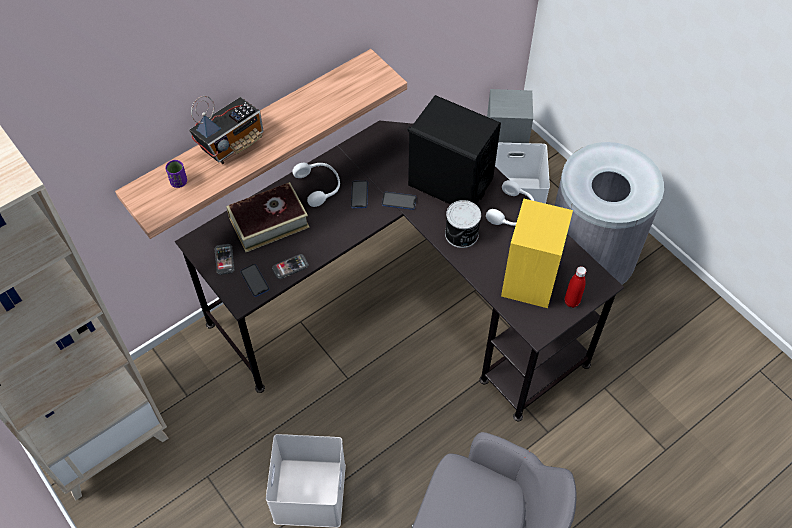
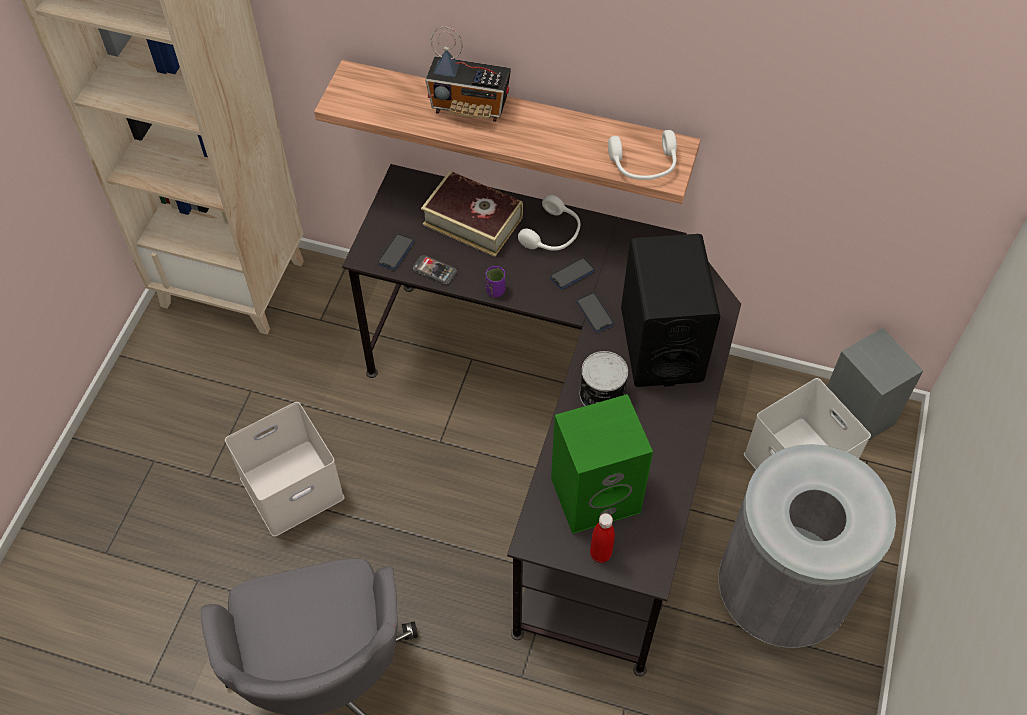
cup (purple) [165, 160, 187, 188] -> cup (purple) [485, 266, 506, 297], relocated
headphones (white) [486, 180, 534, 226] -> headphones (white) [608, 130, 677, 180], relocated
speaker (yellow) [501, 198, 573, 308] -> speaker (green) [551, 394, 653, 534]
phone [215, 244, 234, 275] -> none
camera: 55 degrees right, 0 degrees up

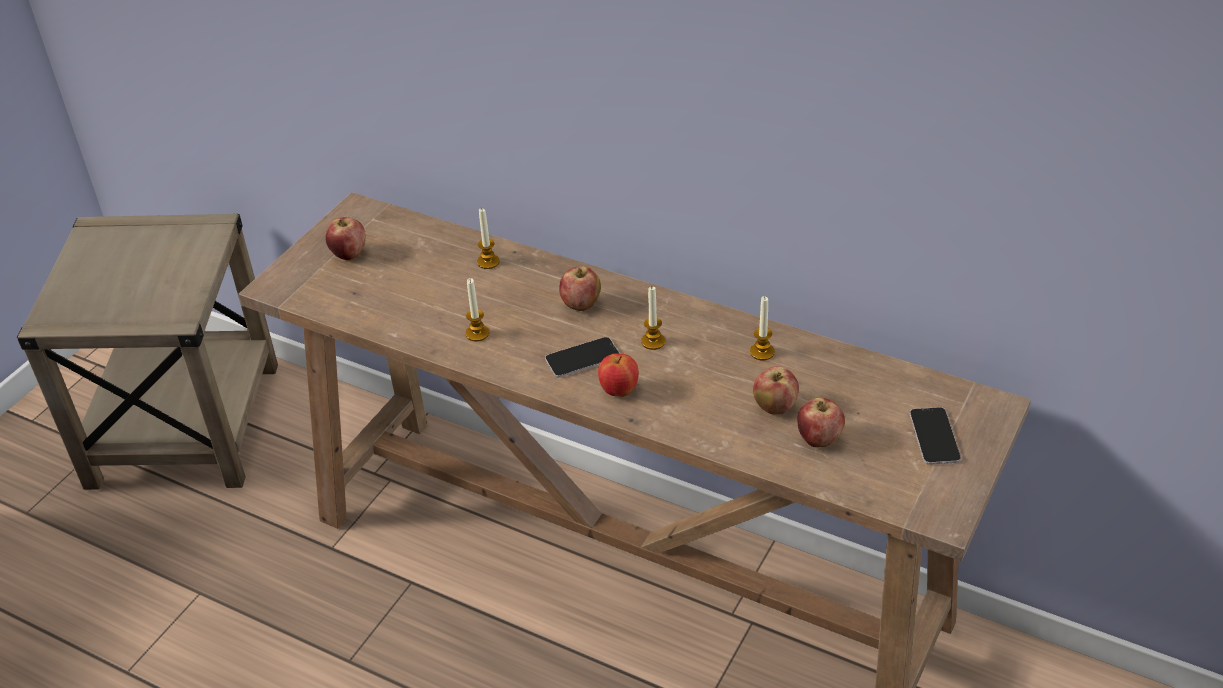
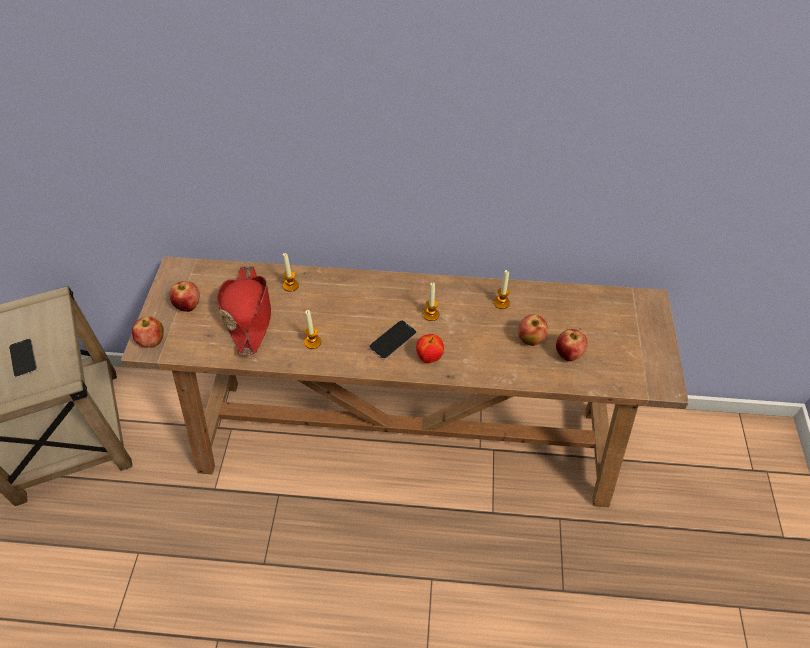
apple [559, 266, 601, 311] -> apple [132, 316, 164, 348], relocated
phone [910, 407, 961, 465] -> phone [9, 339, 37, 378], relocated
none -> hat (red) [217, 266, 271, 356]
camera: 25 degrees left, 10 degrees up

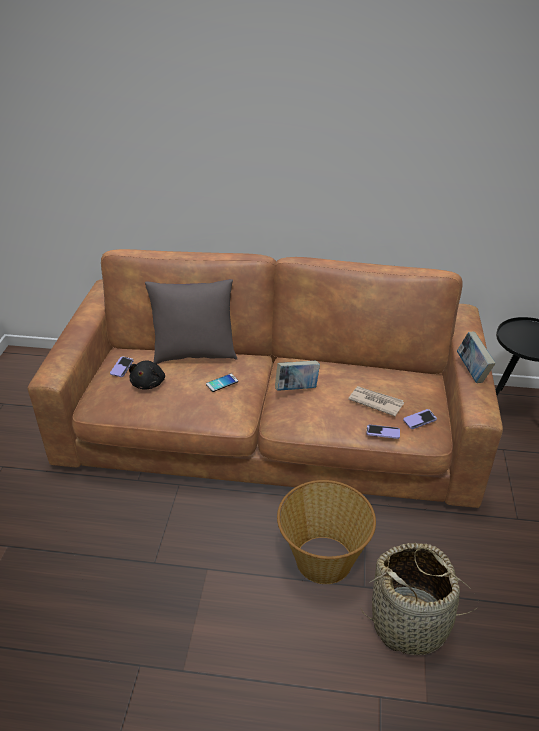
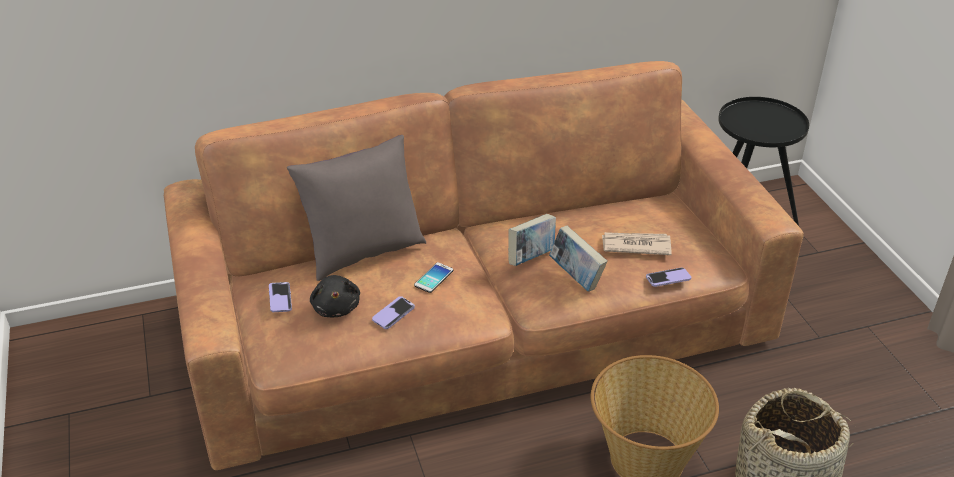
book [457, 332, 496, 383] -> book [549, 226, 607, 292], relocated
phone [403, 409, 437, 429] -> phone [372, 296, 415, 329], relocated
camera: 25 degrees left, 0 degrees up

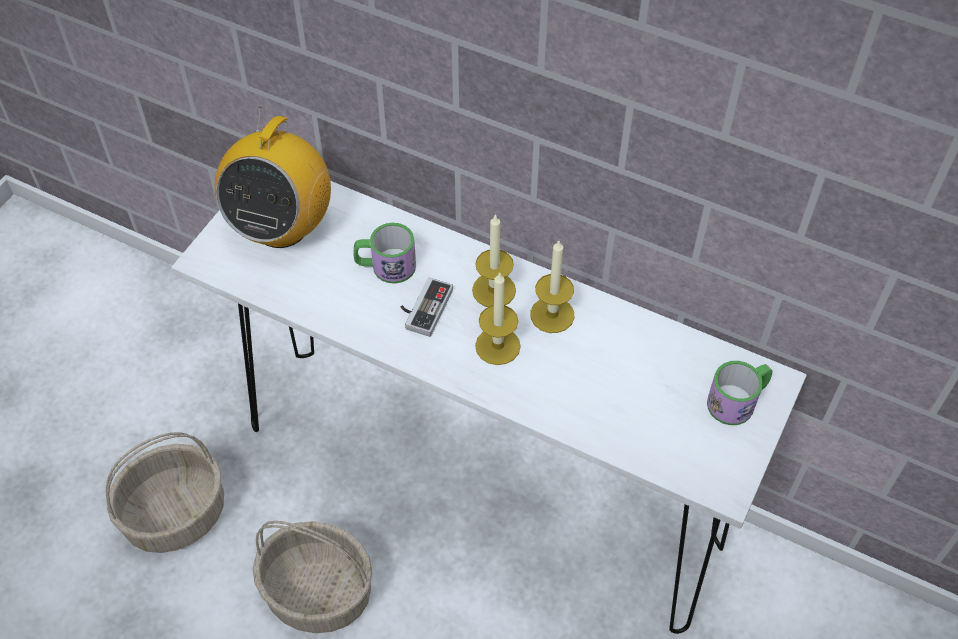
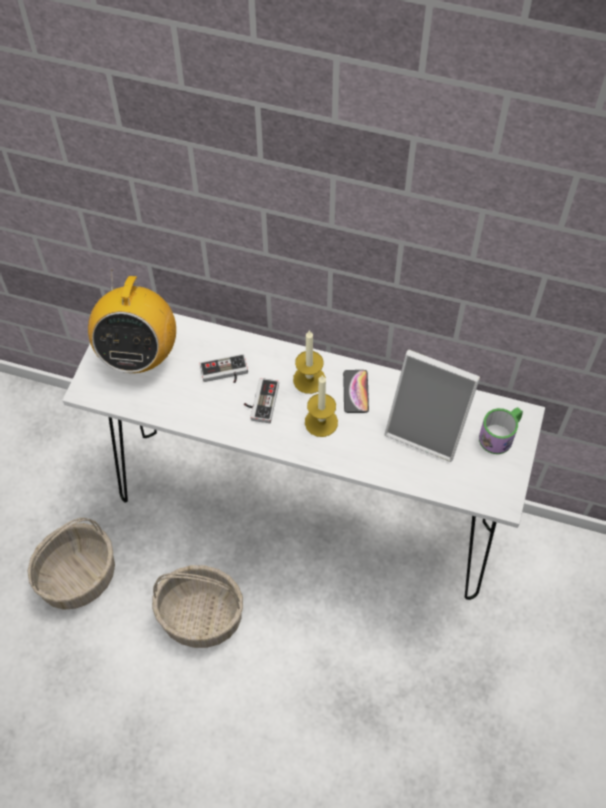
mug [354, 223, 416, 284] -> game controller [199, 354, 248, 383]
candle [530, 241, 574, 333] -> phone [343, 370, 369, 413]
none -> picture frame [384, 350, 480, 462]
camera: 10 degrees left, 5 degrees up

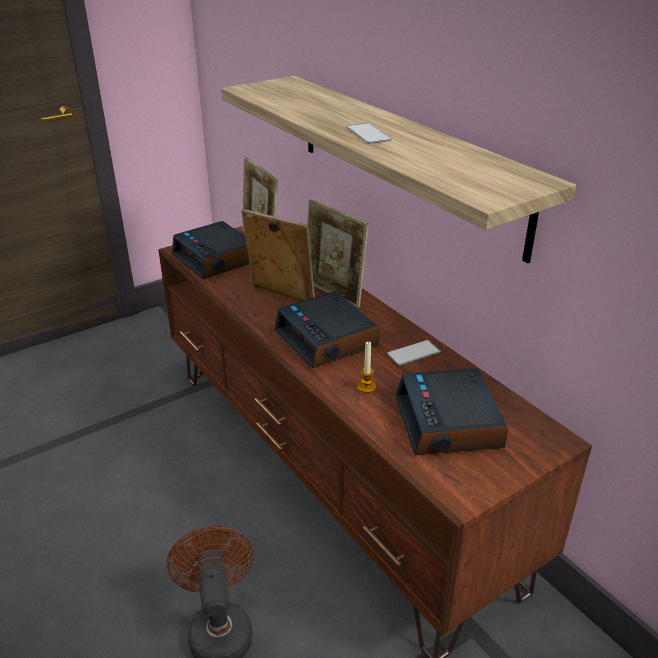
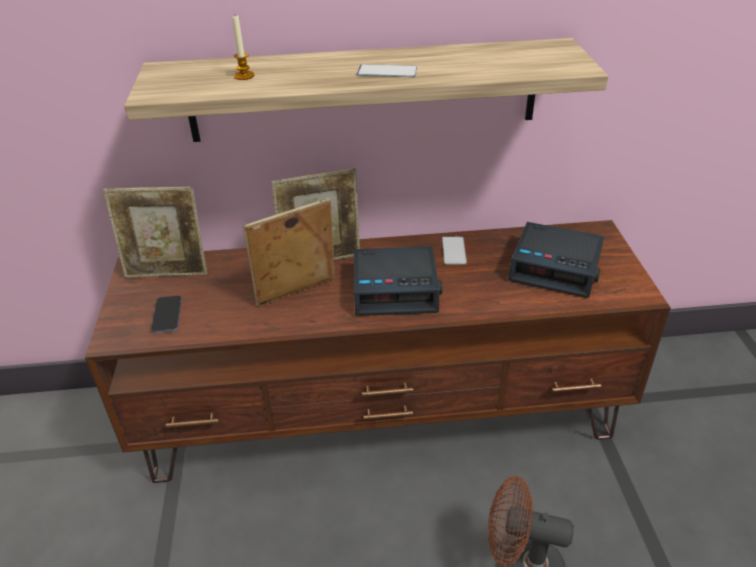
alarm clock [172, 221, 250, 279] -> phone [151, 295, 182, 333]
candle [357, 341, 376, 393] -> candle [233, 16, 254, 80], relocated
camera: 60 degrees left, 5 degrees up

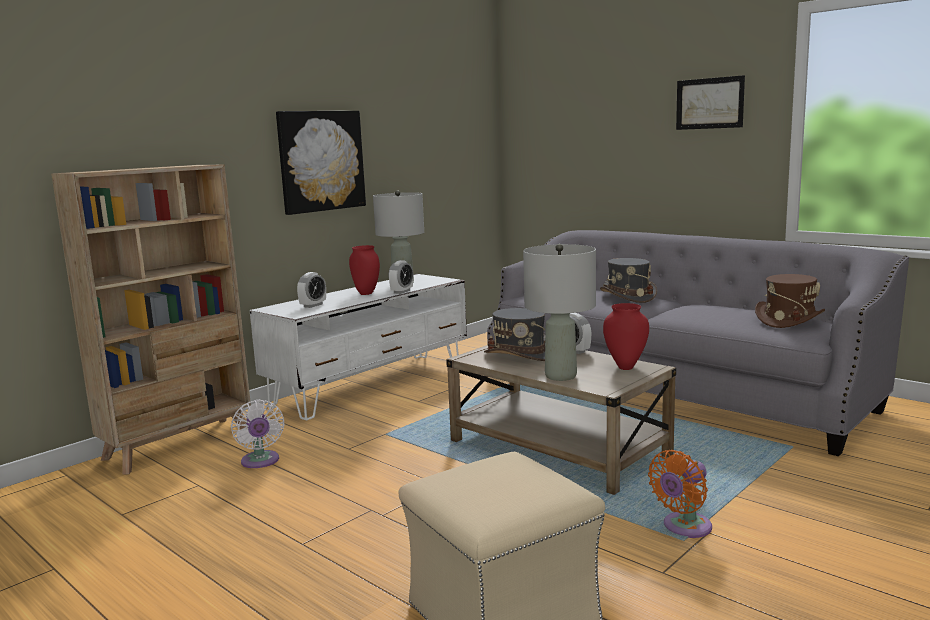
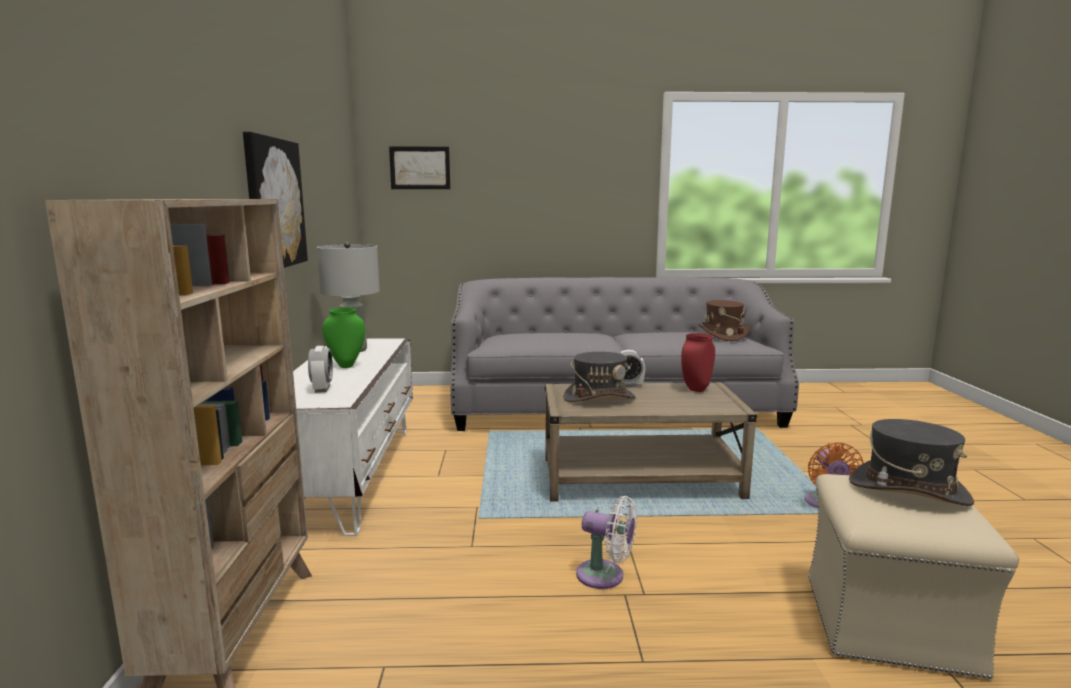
picture [676, 75, 745, 130] -> picture [389, 146, 450, 189], relocated
table lamp (grey) [523, 244, 596, 381] -> none
vase (red) [349, 245, 380, 295] -> vase (green) [322, 307, 365, 368]
hat (grey) [600, 258, 657, 303] -> hat (grey) [849, 419, 974, 506], relocated
alarm clock [389, 260, 413, 294] -> none
fan (white) [231, 400, 285, 468] -> fan (white) [576, 496, 637, 589], relocated
camera: 45 degrees left, 0 degrees up

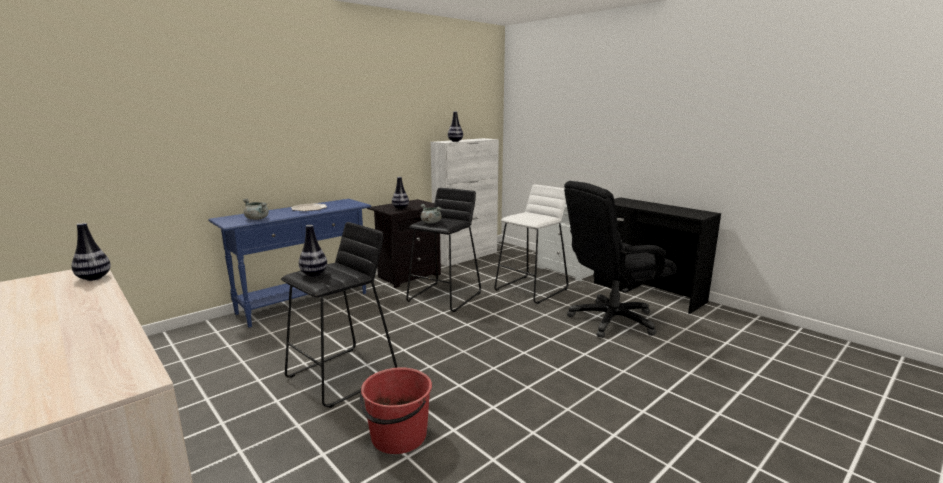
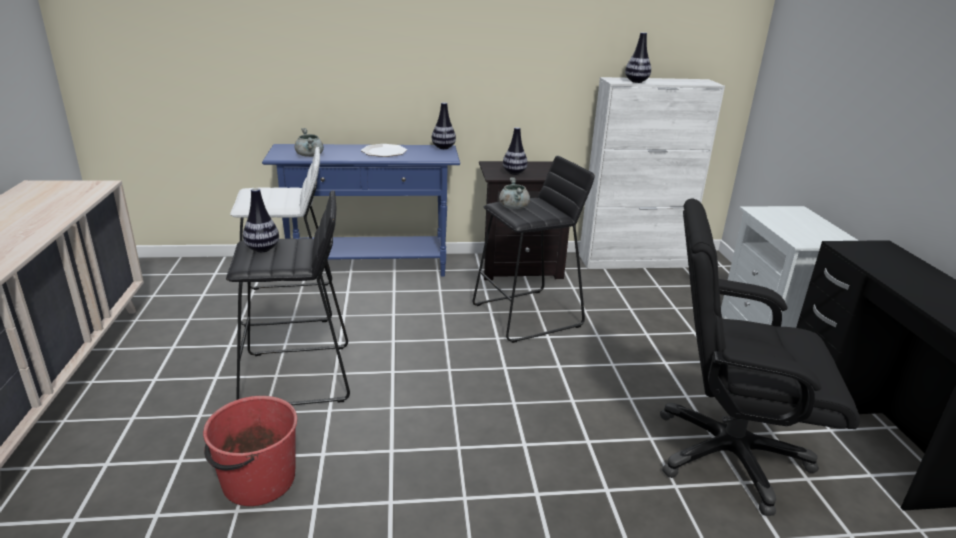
stool (white) [494, 184, 568, 304] -> stool (white) [230, 147, 332, 327], relocated
vase [71, 223, 111, 281] -> vase [432, 102, 456, 149], relocated
camera: 35 degrees right, 10 degrees up

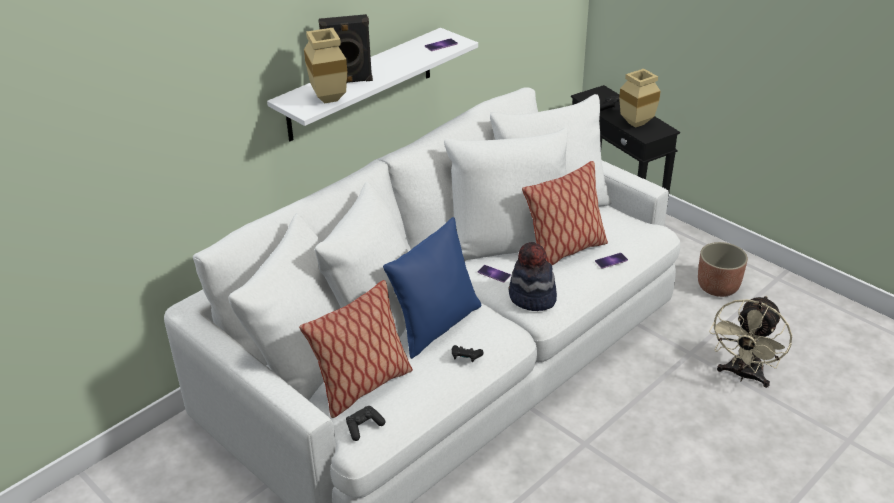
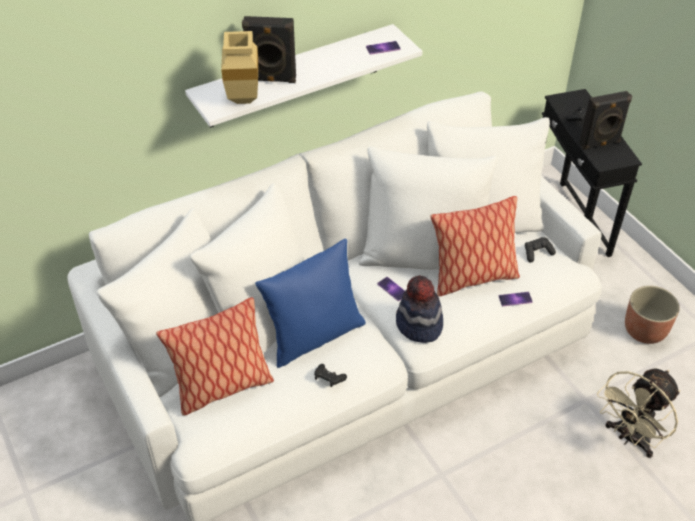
vase (beige) [619, 69, 661, 128] -> speaker (black) [579, 91, 632, 150]
game controller (black) [346, 406, 385, 441] -> game controller (black) [525, 237, 556, 263], relocated
camera: 15 degrees right, 10 degrees up

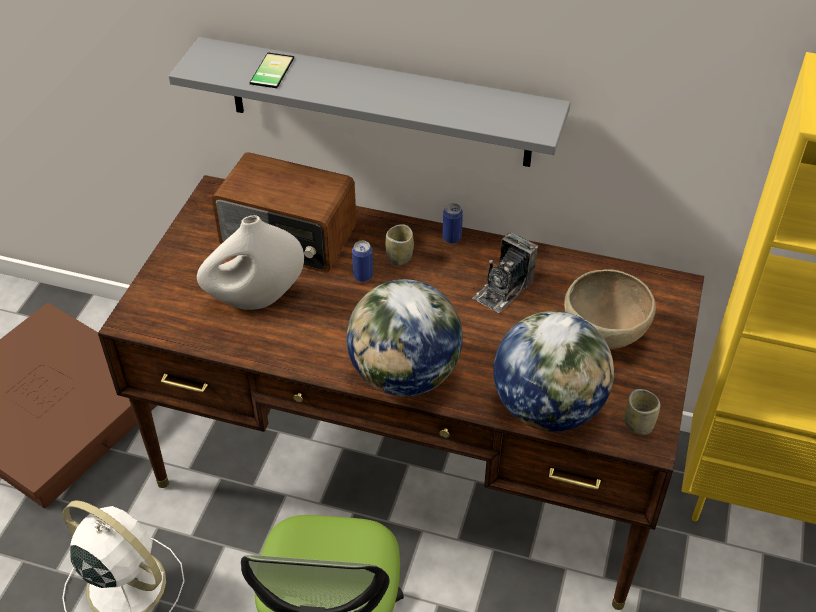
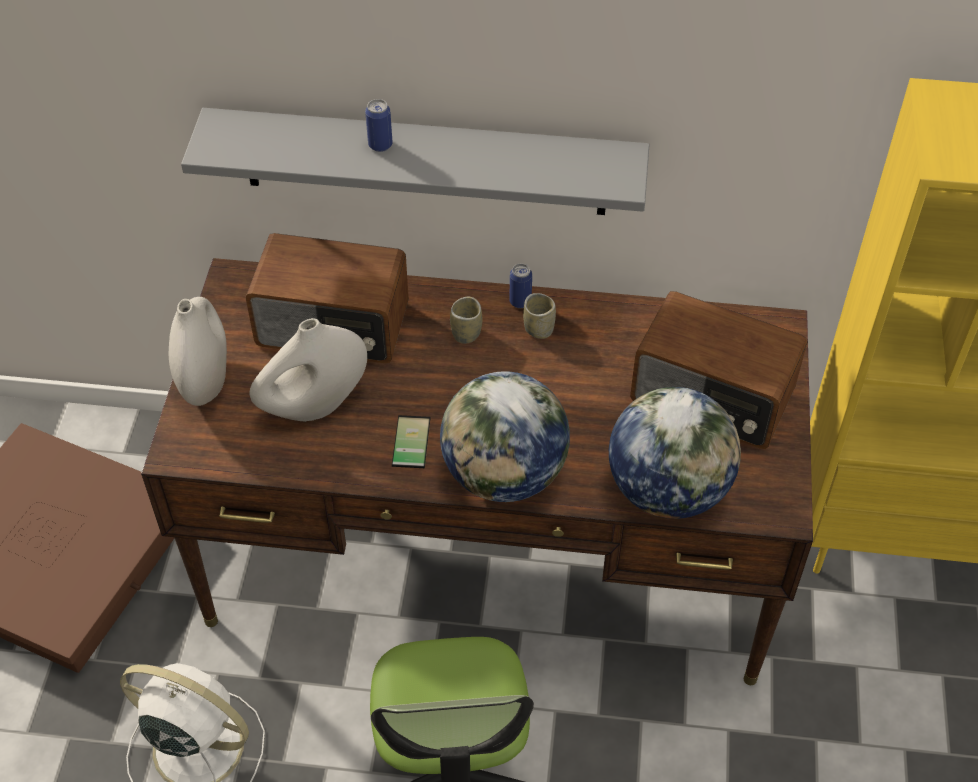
phone [250, 52, 294, 88] -> phone [392, 415, 430, 468], relocated
photo camera [472, 232, 538, 313] -> none
can [352, 241, 373, 282] -> can [365, 99, 392, 152], relocated
bowl (brown) [564, 269, 656, 349] -> radio [630, 291, 807, 449]
cup [625, 389, 660, 435] -> cup [523, 293, 556, 339], relocated
none -> vase (white) [169, 297, 227, 406]
camera: 10 degrees left, 5 degrees up

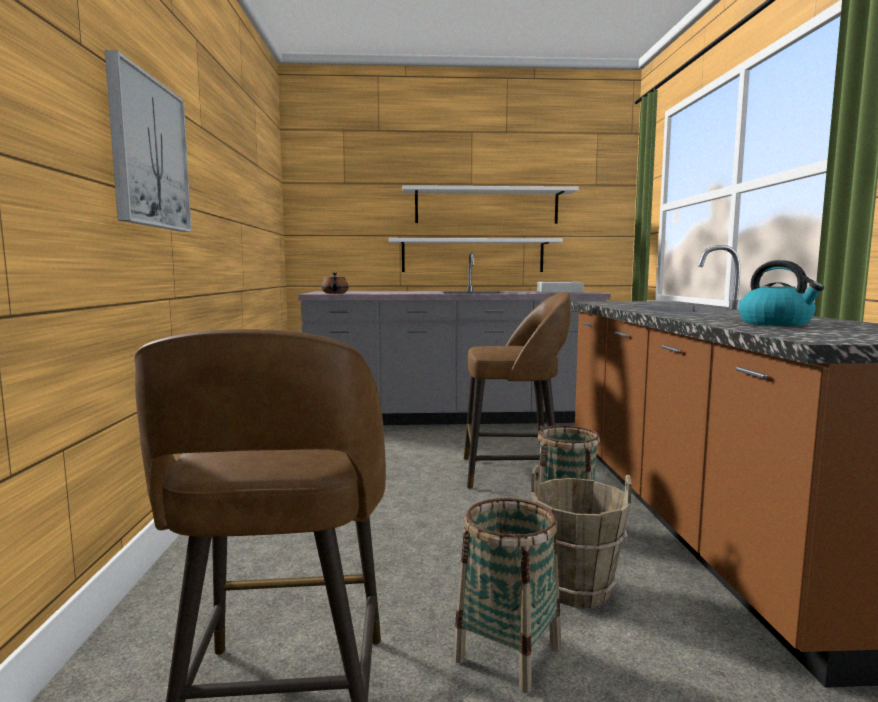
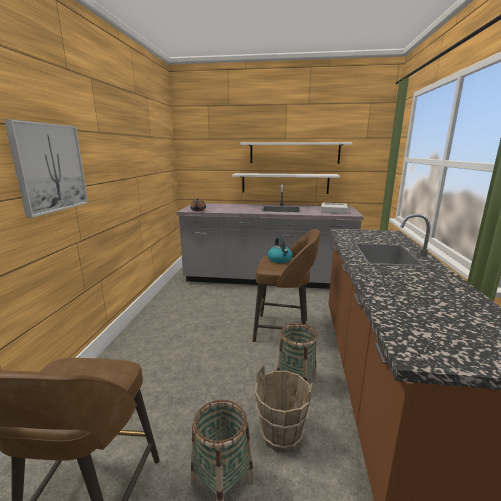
kettle [739, 260, 824, 326] -> kettle [268, 237, 292, 263], relocated
camera: 10 degrees right, 10 degrees up

